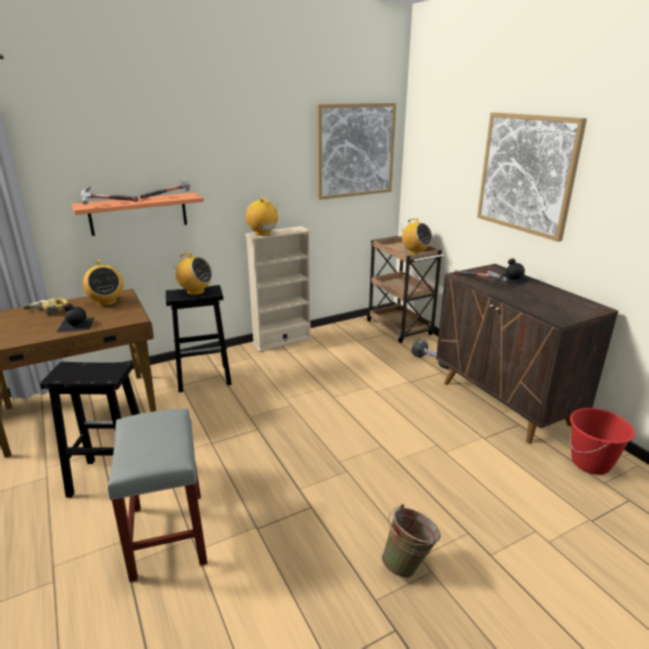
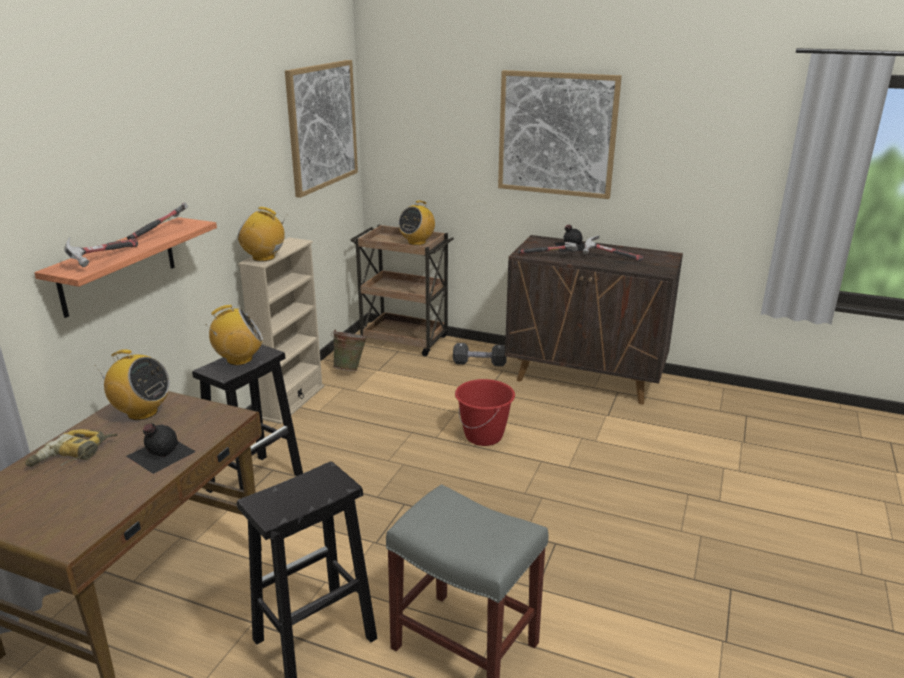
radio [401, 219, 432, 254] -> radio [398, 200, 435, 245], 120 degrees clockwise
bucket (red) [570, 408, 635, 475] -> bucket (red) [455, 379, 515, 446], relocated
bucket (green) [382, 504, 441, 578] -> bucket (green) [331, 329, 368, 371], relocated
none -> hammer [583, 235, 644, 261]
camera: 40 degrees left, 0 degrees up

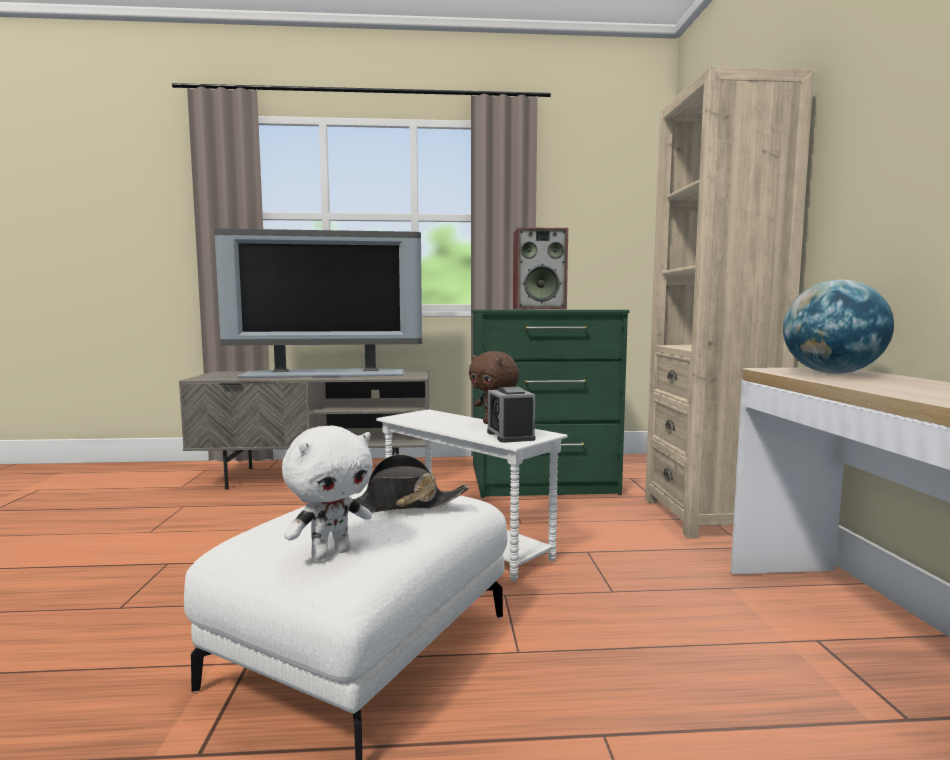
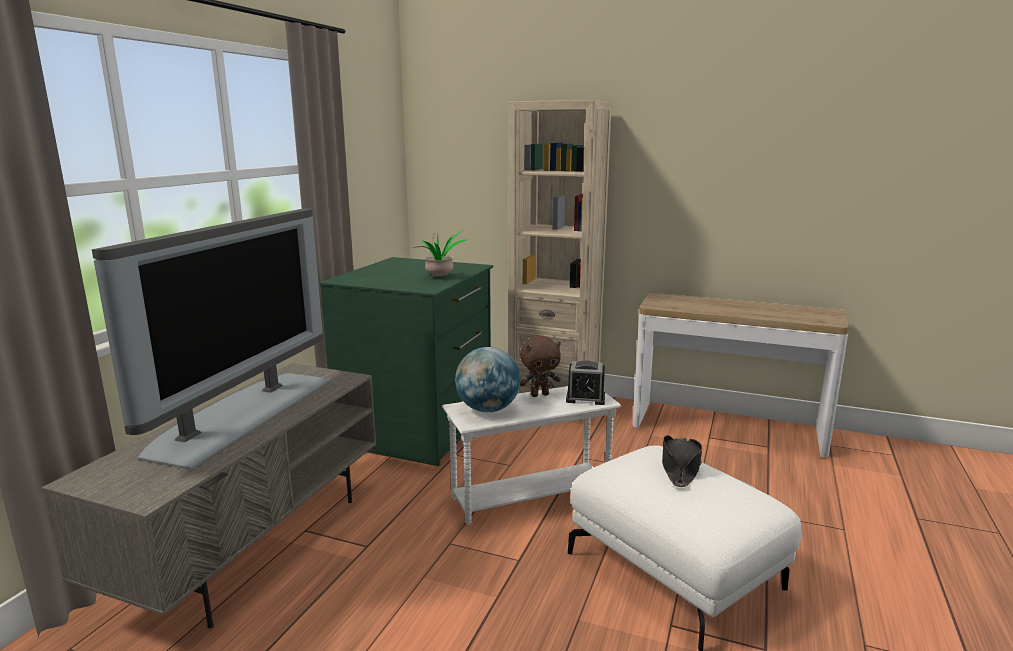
speaker [513, 227, 568, 309] -> potted plant [413, 230, 469, 277]
globe [783, 280, 894, 374] -> globe [455, 347, 520, 412], relocated
plush toy (white) [282, 425, 373, 560] -> none
camera: 65 degrees left, 10 degrees up

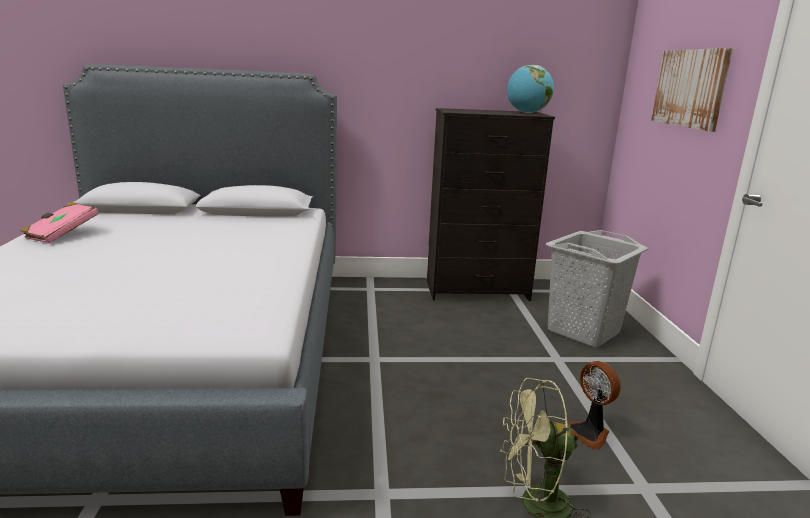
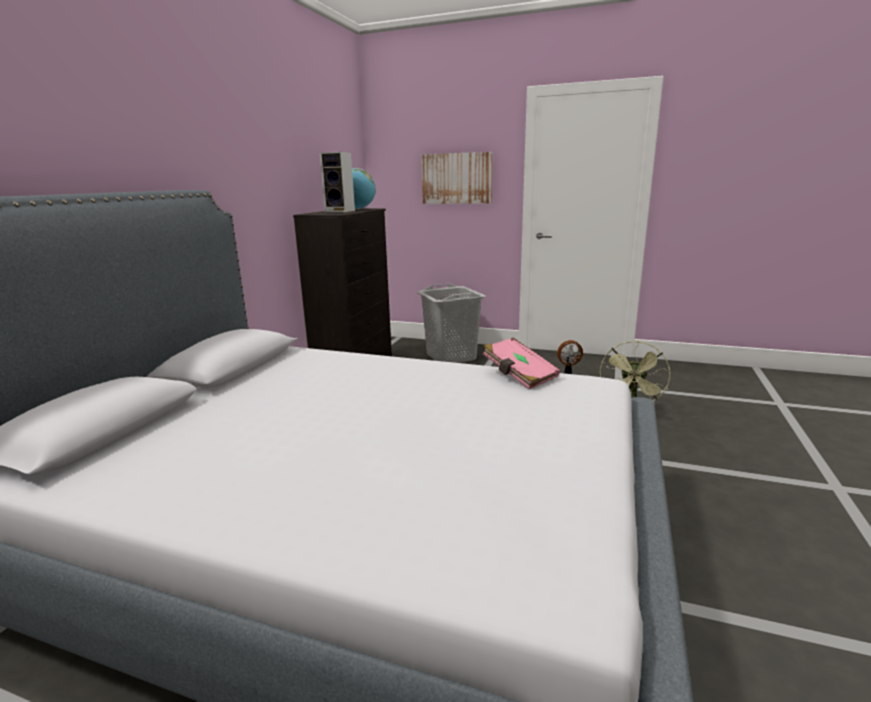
book (pink) [20, 202, 99, 243] -> book (pink) [483, 338, 560, 390], relocated
none -> speaker [320, 152, 355, 212]
camera: 65 degrees left, 0 degrees up

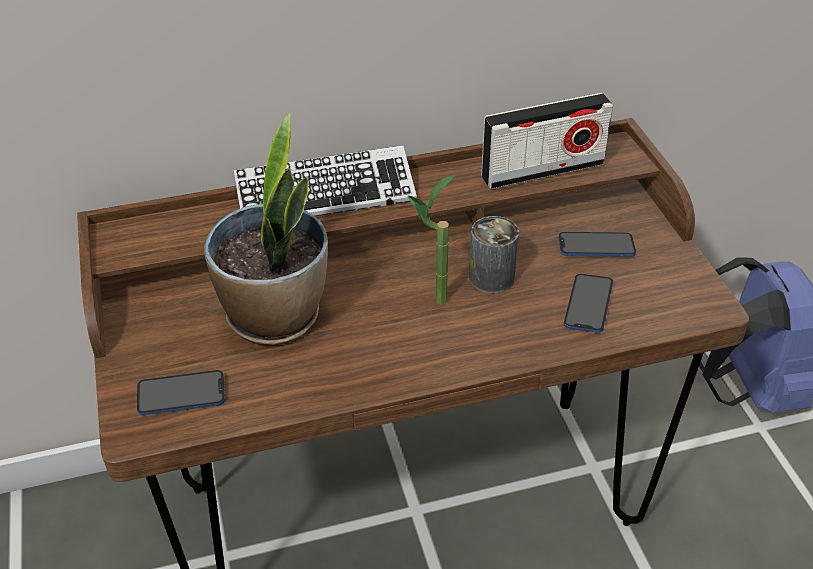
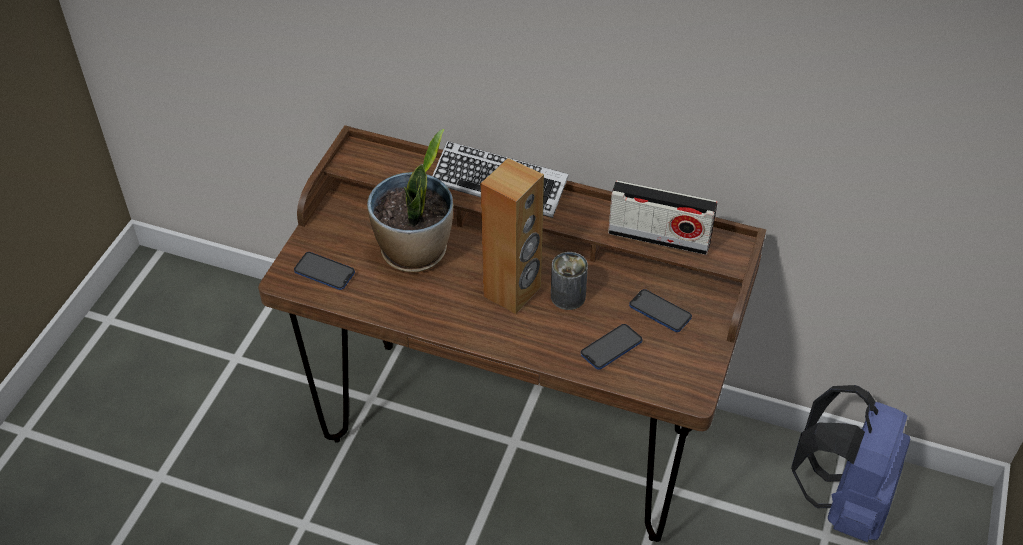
potted plant [407, 175, 455, 304] -> speaker (brown) [481, 158, 544, 314]
camera: 35 degrees right, 5 degrees up

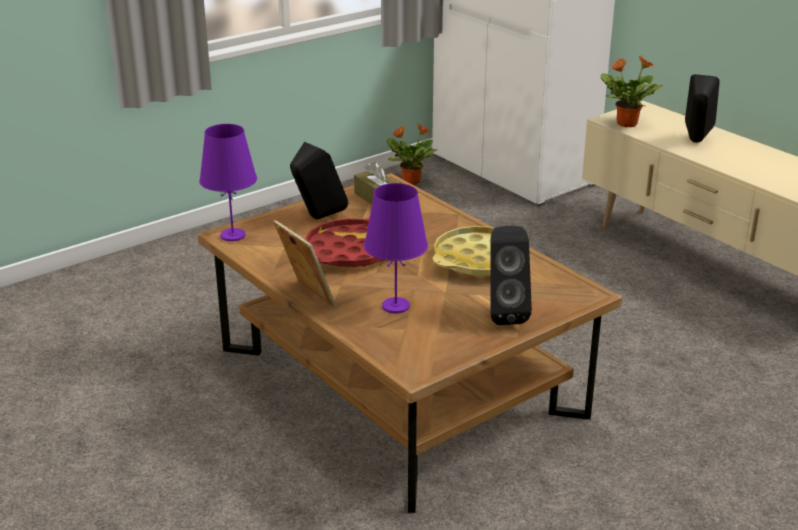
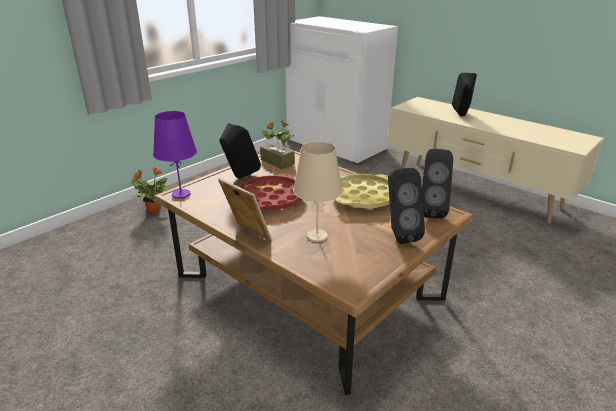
potted plant [601, 56, 663, 127] -> potted plant [131, 168, 169, 213], relocated
table lamp (purple) [364, 183, 428, 313] -> table lamp (beige) [293, 141, 343, 242]
none -> speaker (black) [422, 149, 453, 219]
camera: 10 degrees left, 0 degrees up

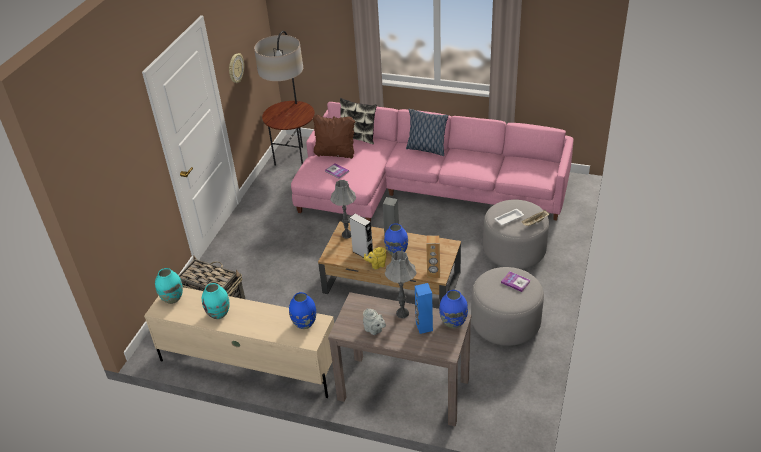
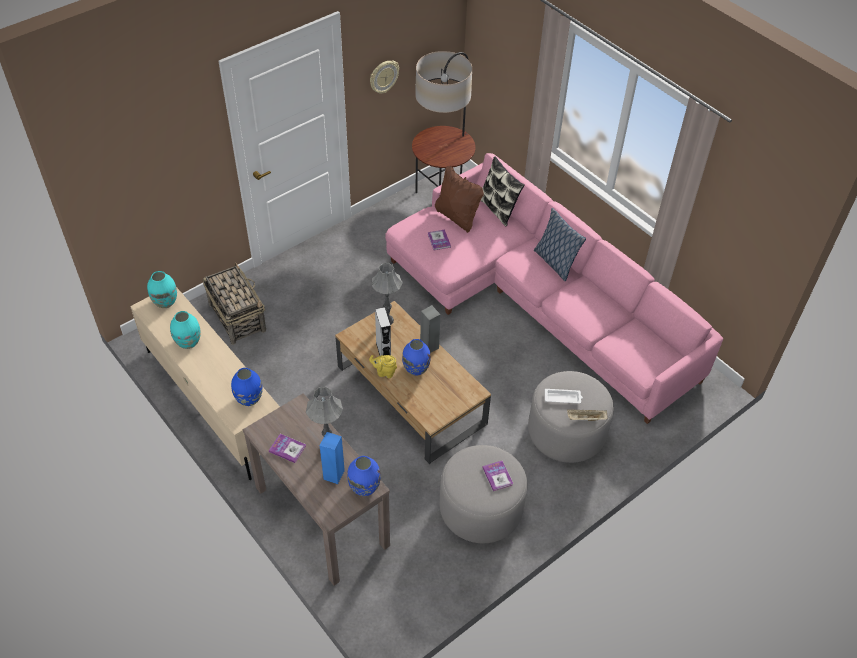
speaker (brown) [426, 235, 440, 278] -> none
teapot (grey) [363, 308, 386, 335] -> book [269, 434, 306, 463]
camera: 30 degrees right, 10 degrees up

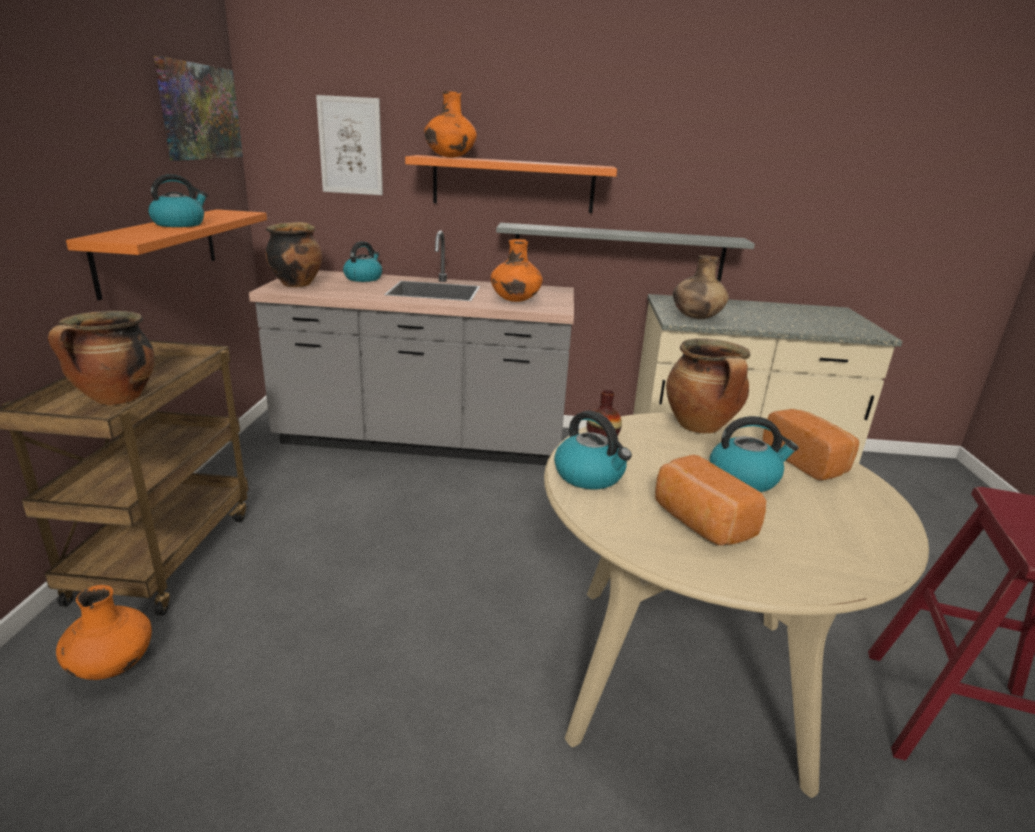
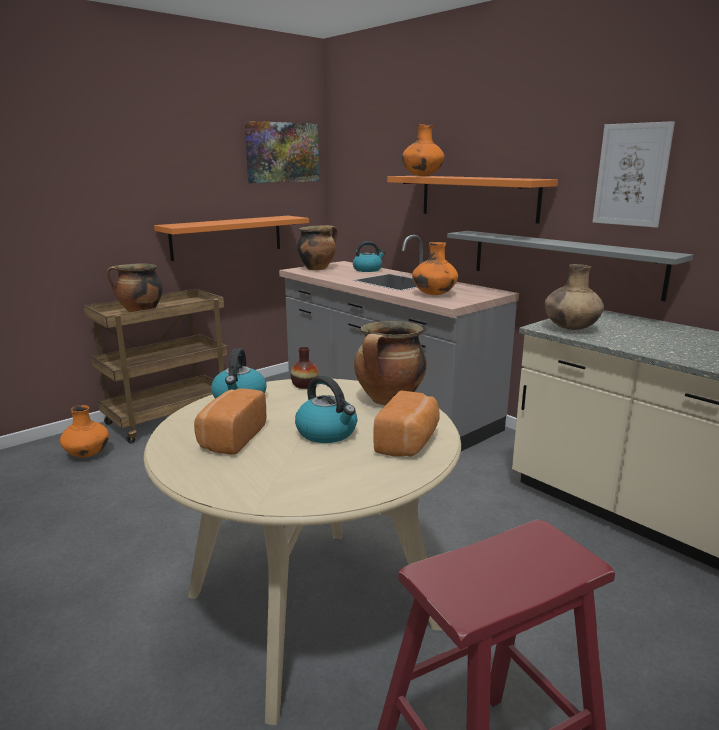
picture [316, 95, 383, 195] -> picture [592, 121, 675, 228], relocated
kettle [148, 174, 208, 227] -> none
camera: 45 degrees right, 5 degrees down

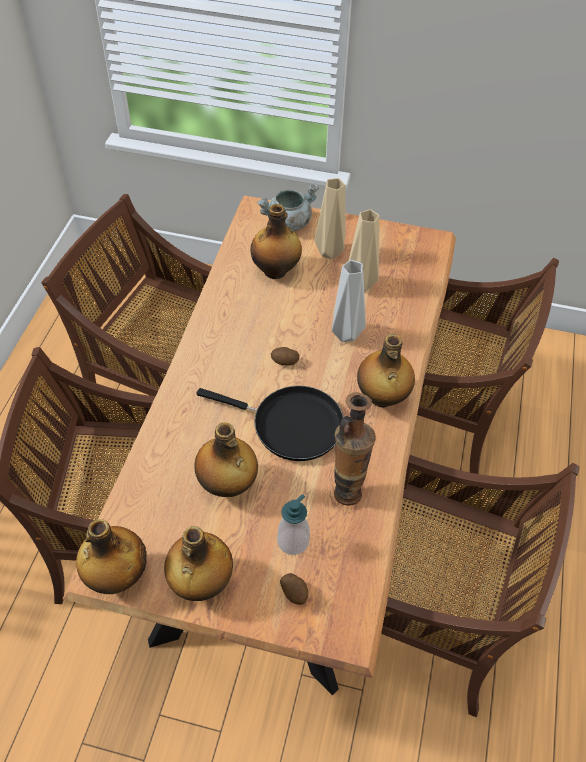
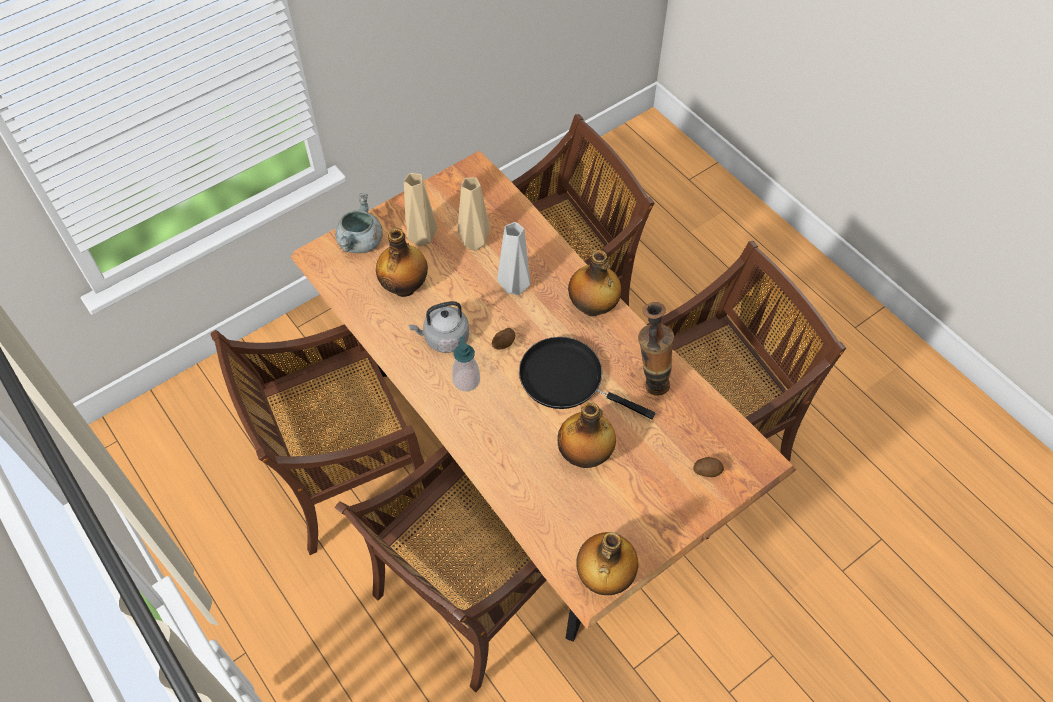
frying pan (black) [196, 386, 343, 461] -> frying pan (black) [519, 337, 655, 419], 120 degrees counterclockwise
soap dispenser [277, 494, 310, 555] -> soap dispenser [452, 337, 480, 391], relocated
bottle [164, 526, 233, 601] -> none
none -> kettle (grey) [409, 301, 469, 353]
camera: 50 degrees left, 5 degrees up

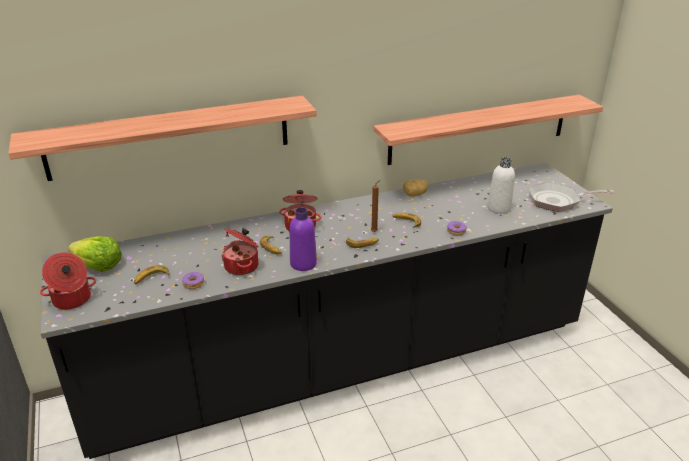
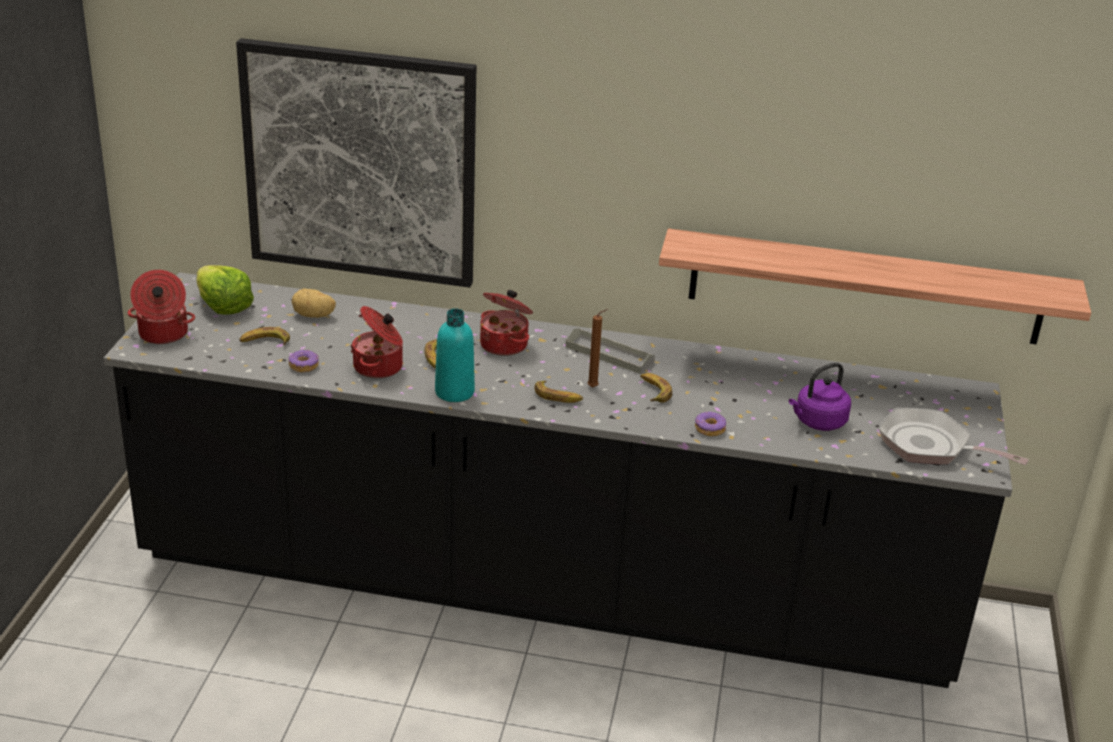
shelf [8, 95, 317, 181] -> picture [236, 38, 477, 288]
bottle (white) [487, 157, 515, 214] -> kettle (purple) [789, 362, 851, 431]
potato [403, 179, 428, 197] -> potato [292, 289, 336, 318], relocated
bottle (purple) [290, 207, 317, 271] -> bottle (turquoise) [435, 308, 475, 402]
none -> tray (grey) [565, 328, 655, 374]
camera: 30 degrees right, 0 degrees up

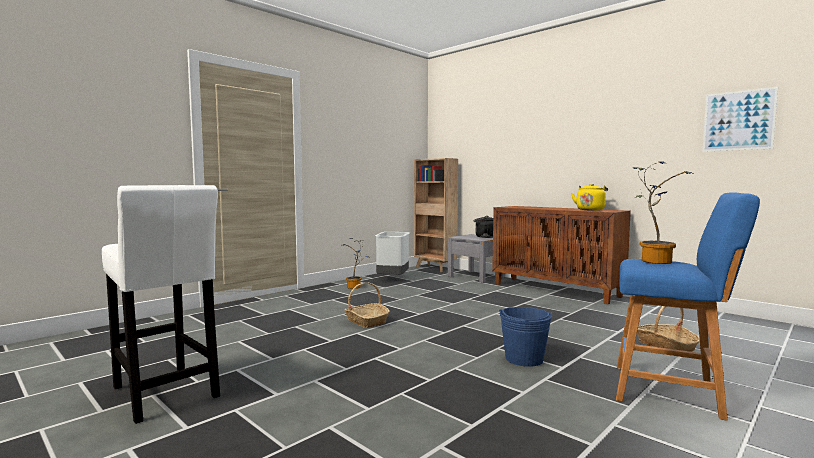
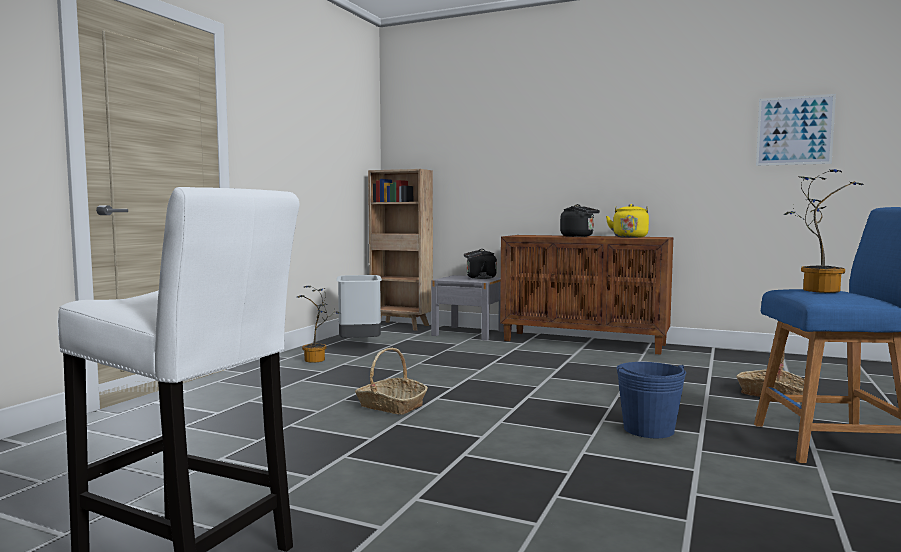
none -> kettle (black) [560, 204, 600, 237]
camera: 20 degrees left, 0 degrees up

